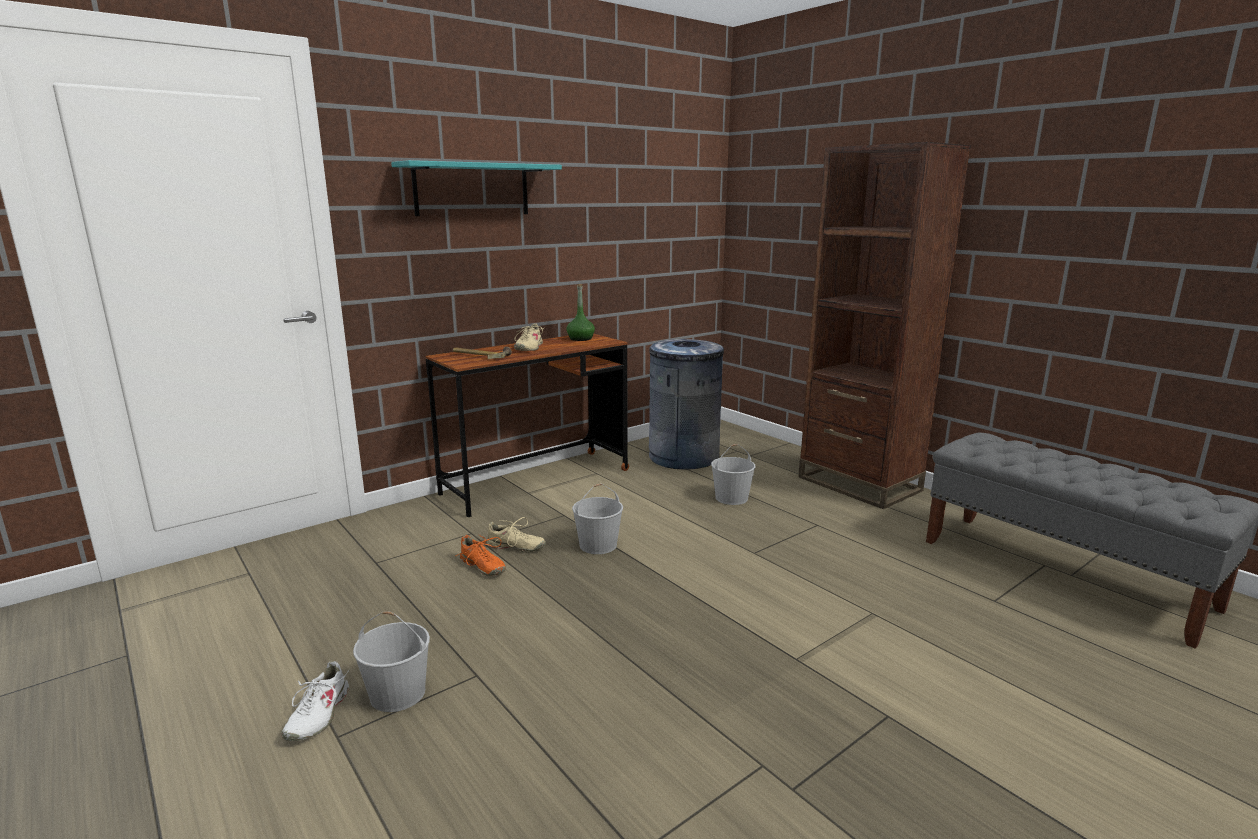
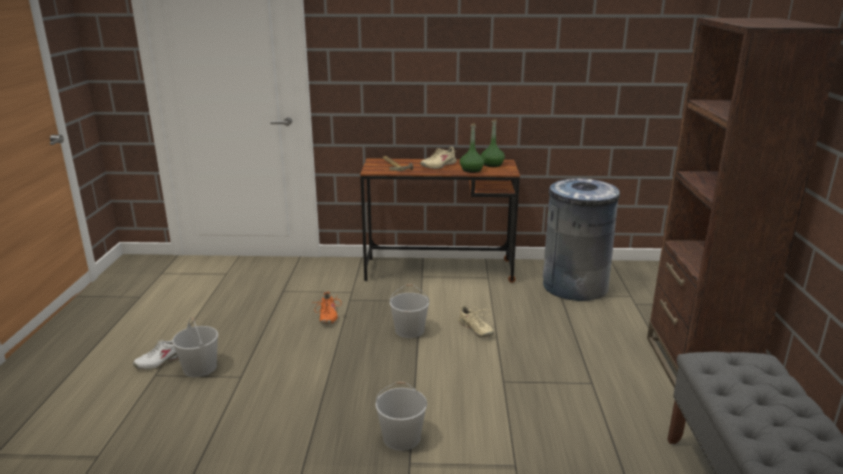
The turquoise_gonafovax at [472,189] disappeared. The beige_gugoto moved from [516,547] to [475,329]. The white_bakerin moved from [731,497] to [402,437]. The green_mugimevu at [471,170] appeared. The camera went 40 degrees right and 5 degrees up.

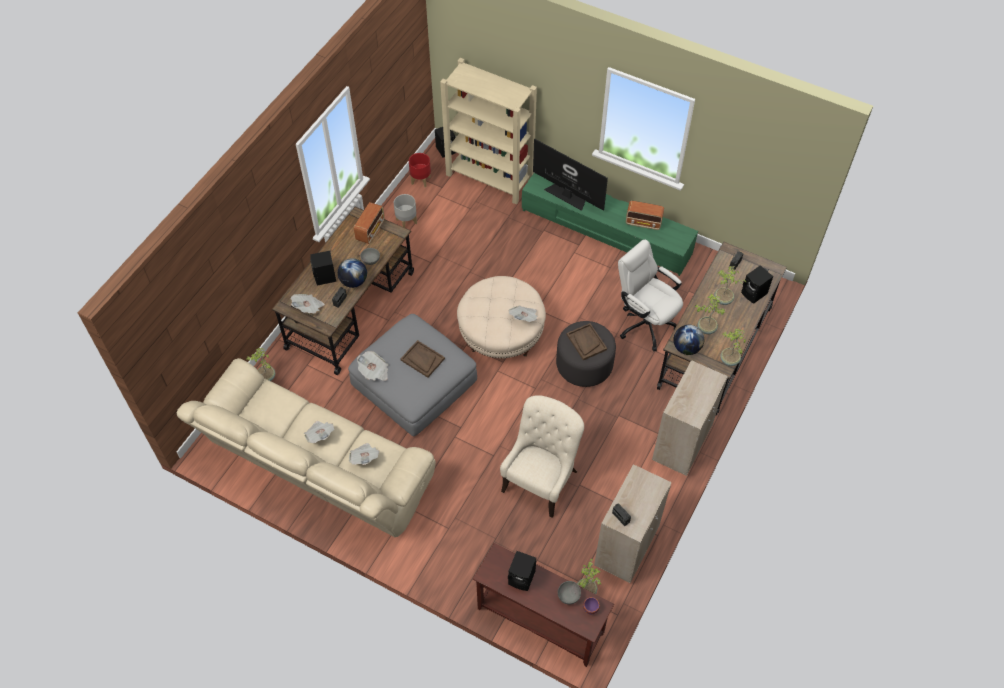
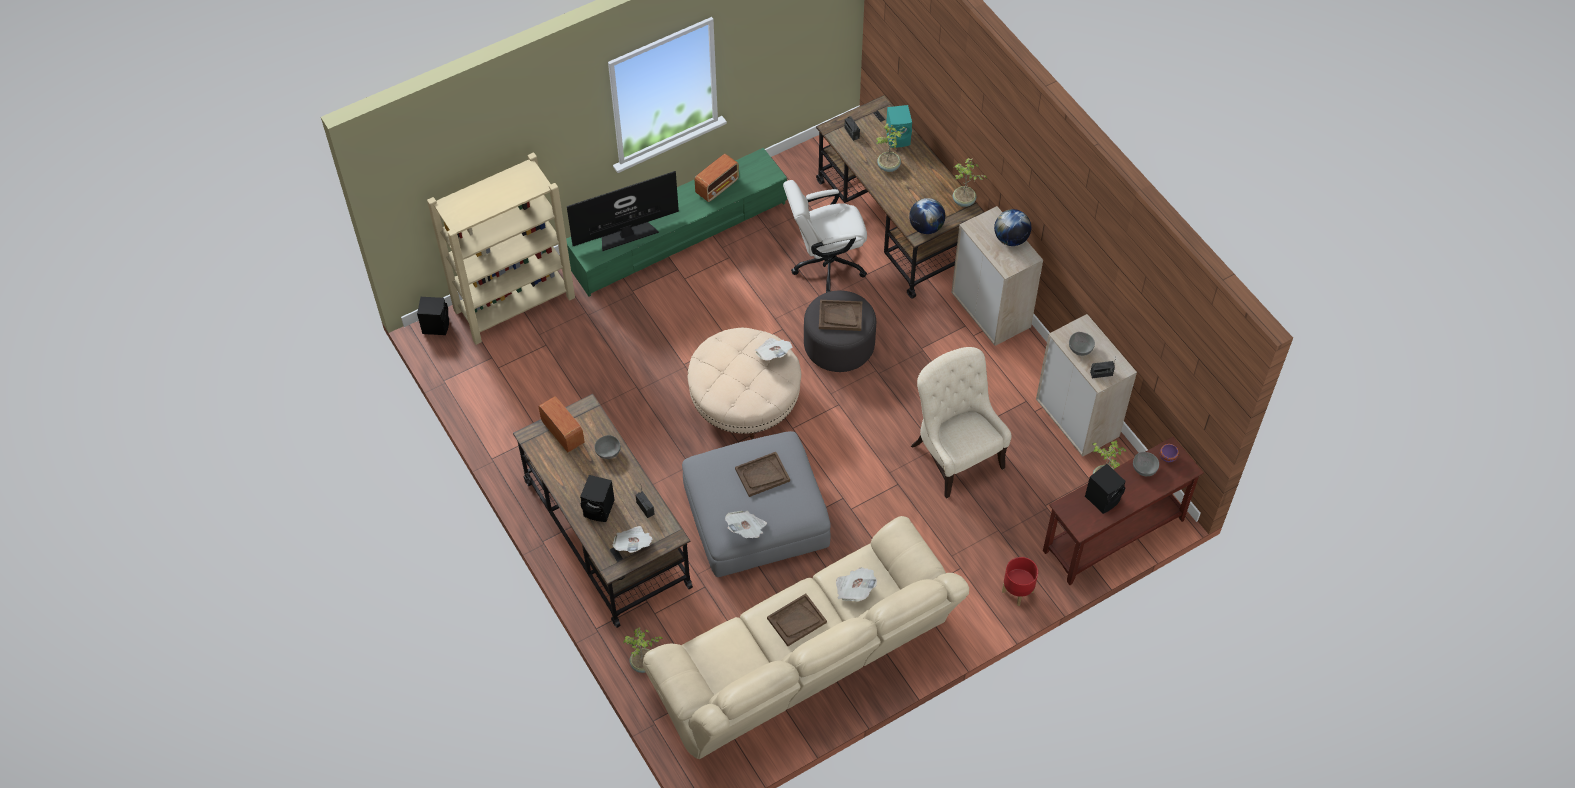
The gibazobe at [320,435] was replaced by the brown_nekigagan at [796,621]. The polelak moved from [354,281] to [1011,239]. The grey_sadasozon at [406,221] disappeared. The red_sadasozon moved from [421,180] to [1017,591]. The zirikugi at [706,328] disappeared. The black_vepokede at [754,294] became the turquoise_vepokede at [899,138]. The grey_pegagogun at [1080,348] appeared. The camera went 60 degrees left and 0 degrees up.

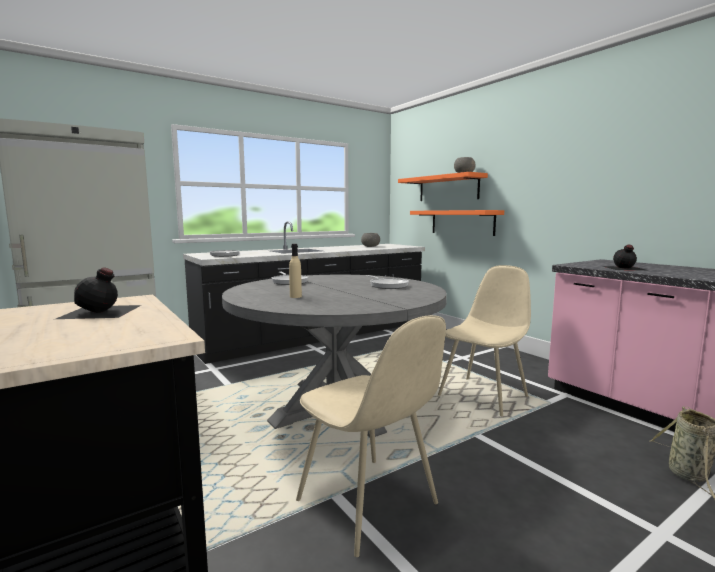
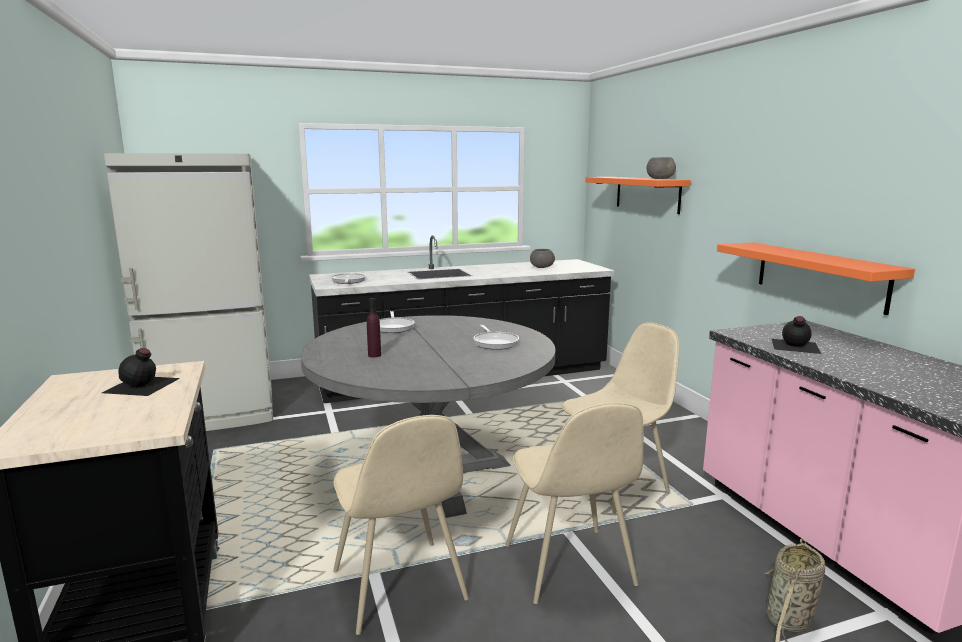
The beige_mugimevu at [295,296] became the purple_mugimevu at [374,355]. The orange_gonafovax moved from [462,222] to [819,275]. The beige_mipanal at [570,567] appeared. The camera went 15 degrees right and 5 degrees up.

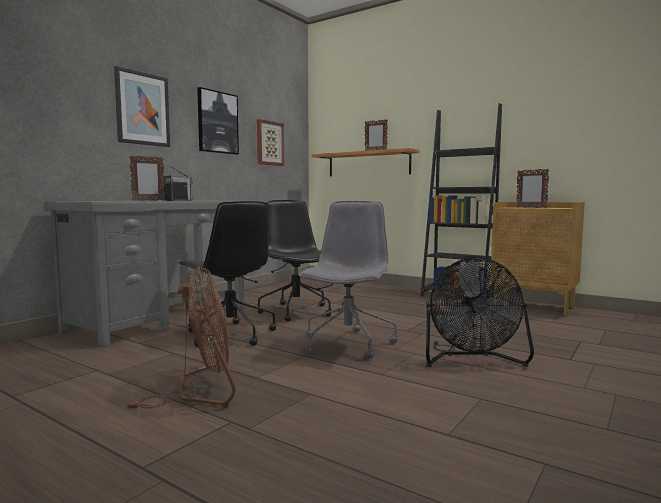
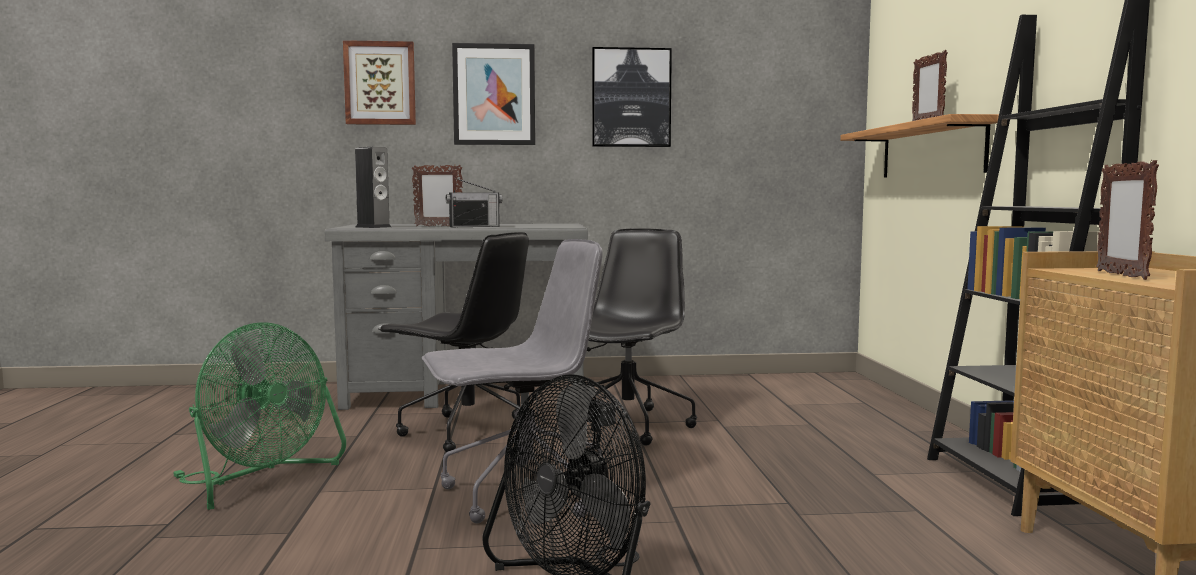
The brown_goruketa at [198,388] became the green_goruketa at [254,481]. The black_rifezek at [228,334] turned 75 degrees counterclockwise. The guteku moved from [269,143] to [380,83]. The vepokede at [373,227] appeared. The camera went 50 degrees right and 0 degrees up.

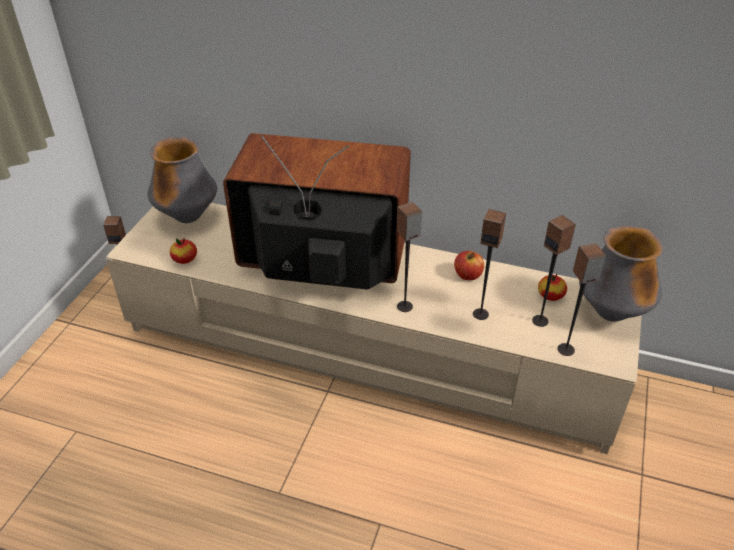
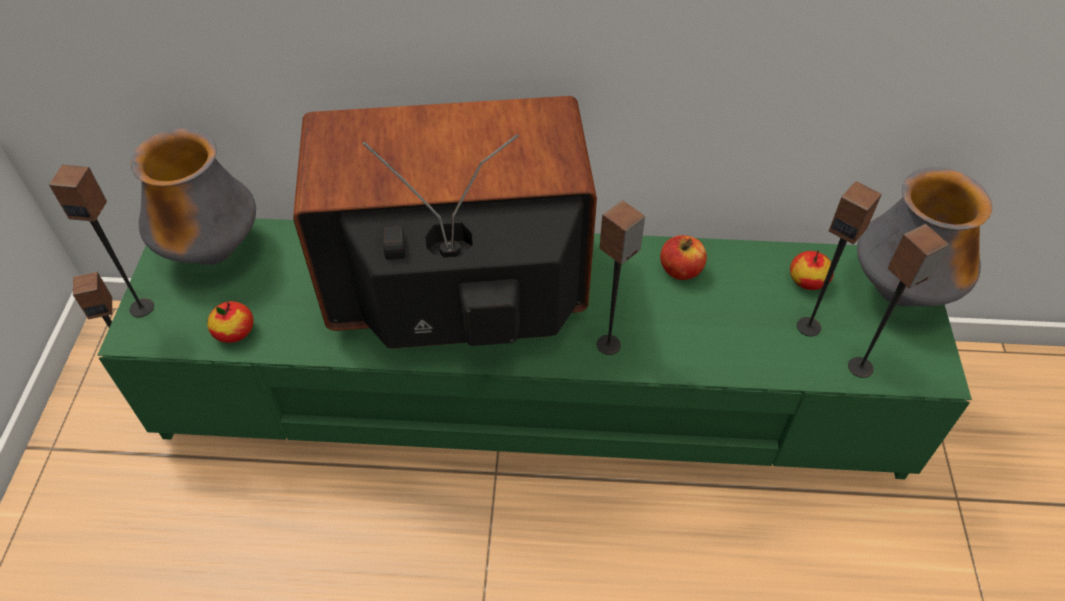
The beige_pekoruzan at [369,351] became the green_pekoruzan at [534,394]. The vepokede moved from [480,314] to [142,307]. The camera went 15 degrees left and 10 degrees up.

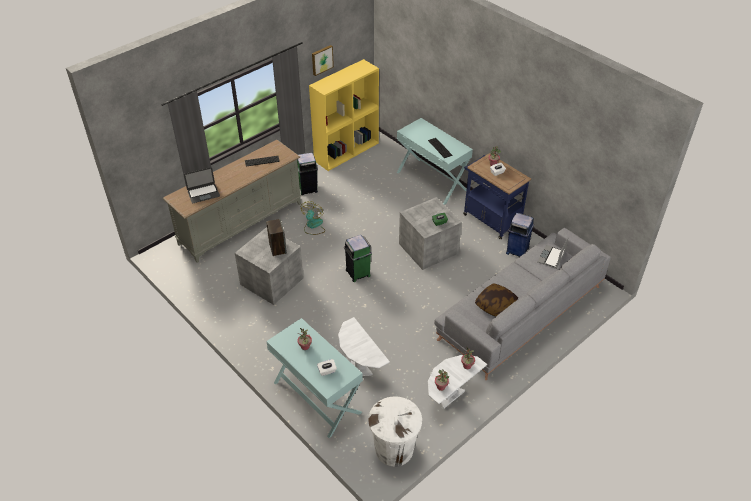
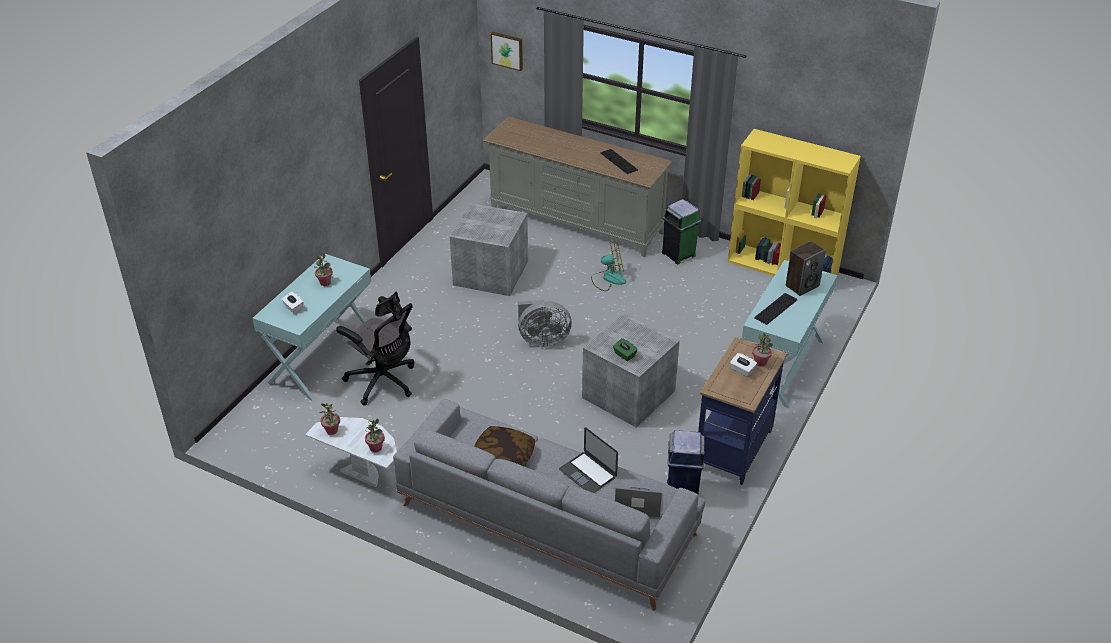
The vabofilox moved from [203,193] to [588,473]. The vepokede moved from [277,248] to [802,285]. The guteku moved from [322,59] to [507,50]. The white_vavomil at [360,367] was replaced by the rifezek at [382,381]. The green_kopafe at [358,273] was replaced by the grey_goruketa at [542,339]. The white_kopafe at [394,449] disappeared. The camera went 70 degrees right and 5 degrees down.

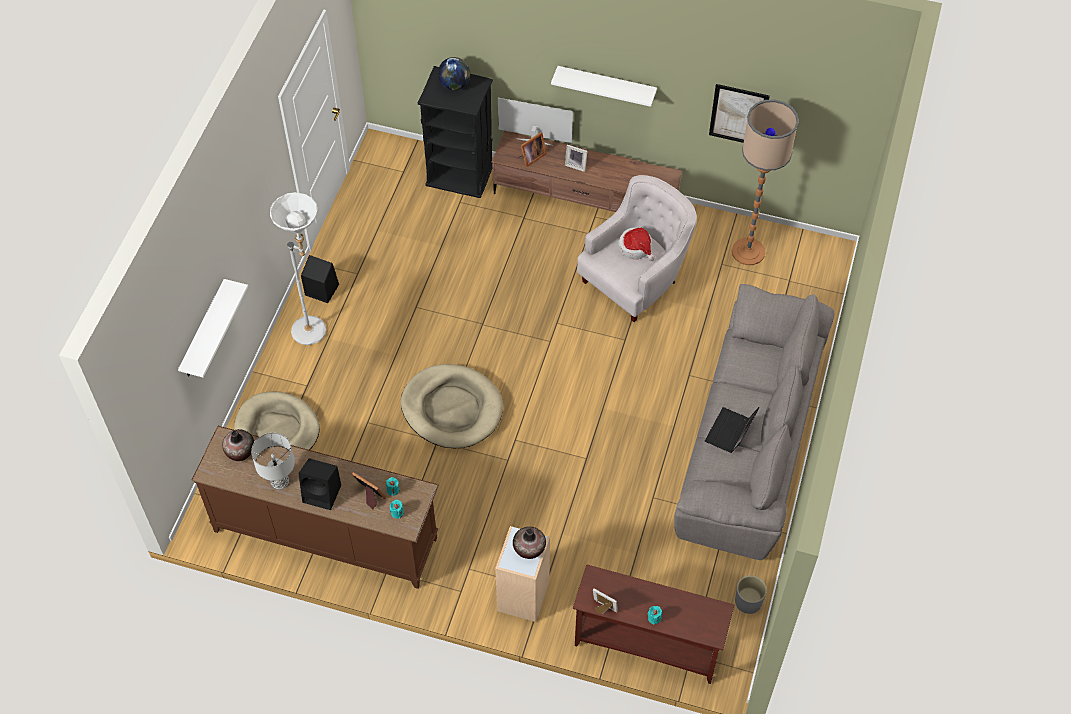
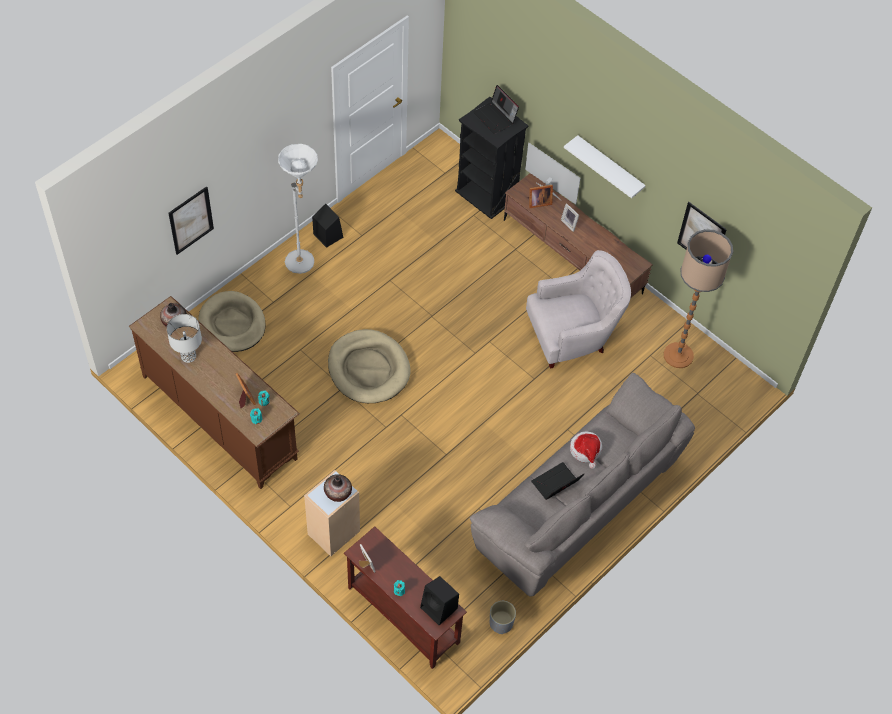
The white_gonafovax at [203,331] was replaced by the guteku at [191,220]. The black_vepokede moved from [323,493] to [439,608]. The polelak at [454,85] was replaced by the vabofilox at [495,117]. The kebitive moved from [636,247] to [586,450]. The camera went 25 degrees right and 0 degrees up.

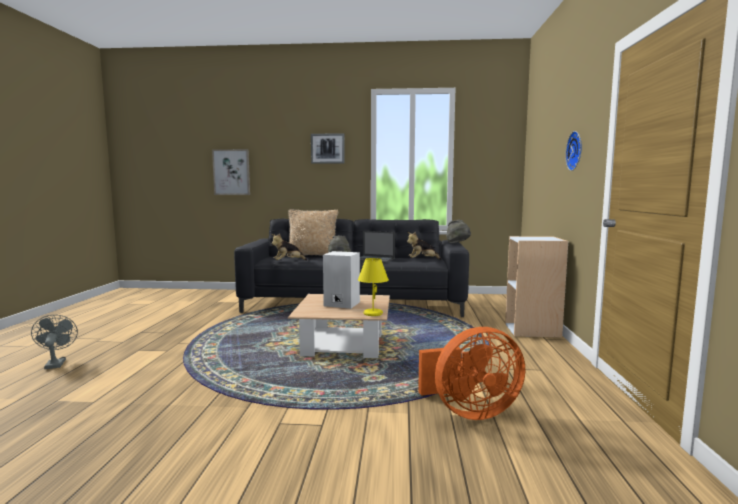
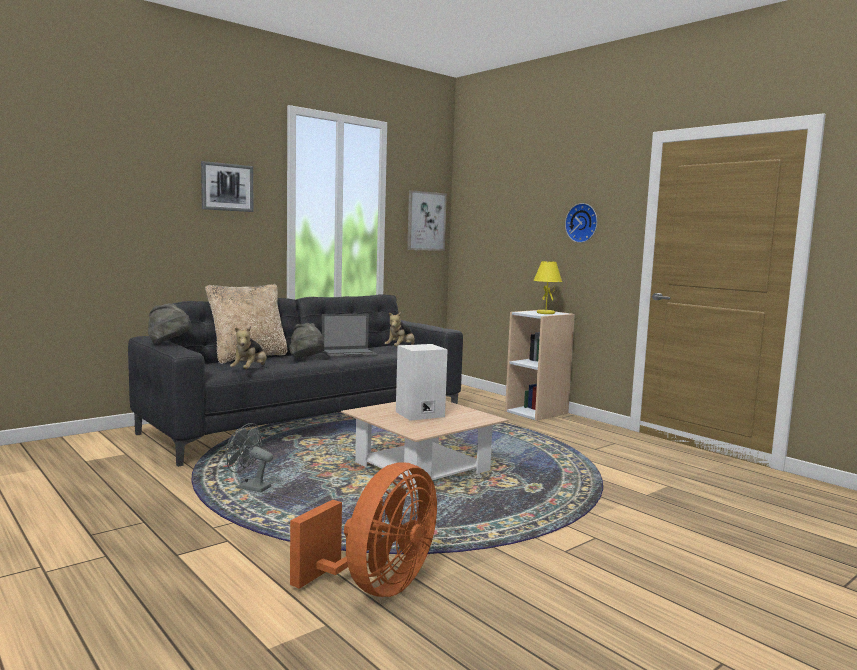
The grey_goruketa moved from [56,363] to [249,487]. The guteku moved from [231,172] to [426,221]. The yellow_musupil moved from [372,313] to [545,313]. The orange_goruketa moved from [469,411] to [376,586]. The grey_kebitive moved from [458,244] to [170,344]. The camera went 45 degrees left and 0 degrees up.

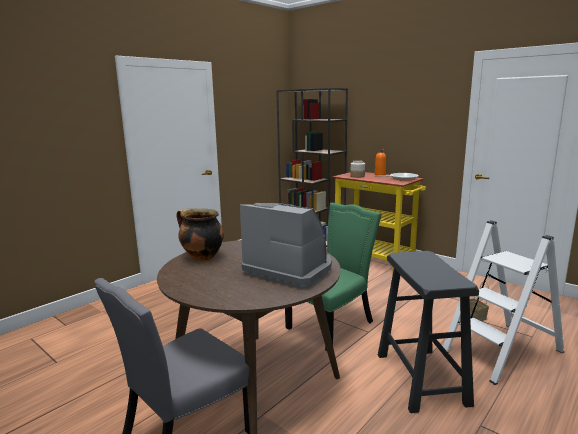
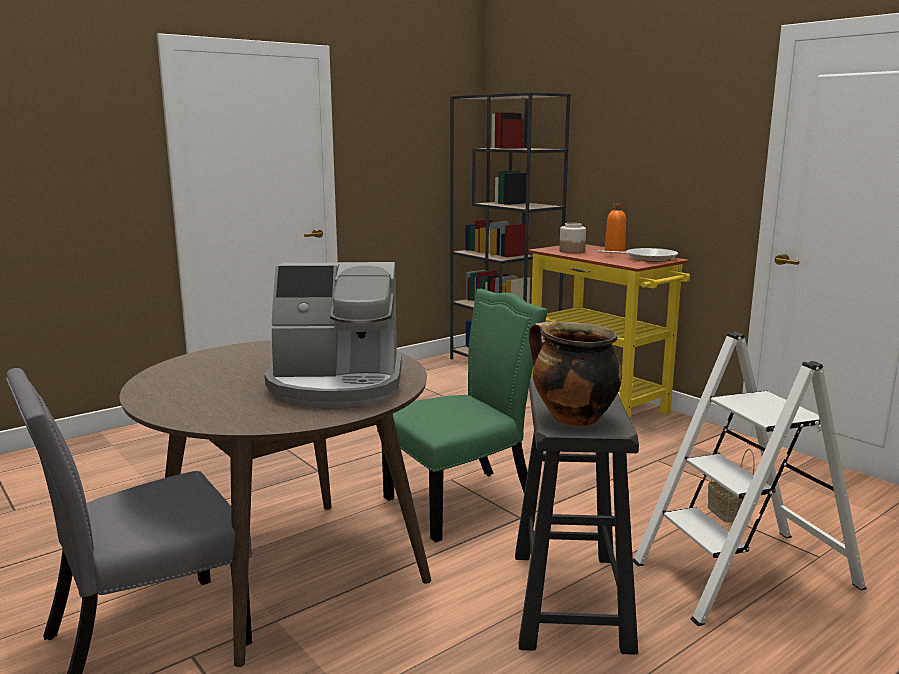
The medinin moved from [201,257] to [572,418]. The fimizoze at [289,269] turned 135 degrees clockwise. The camera went 10 degrees right and 0 degrees up.

